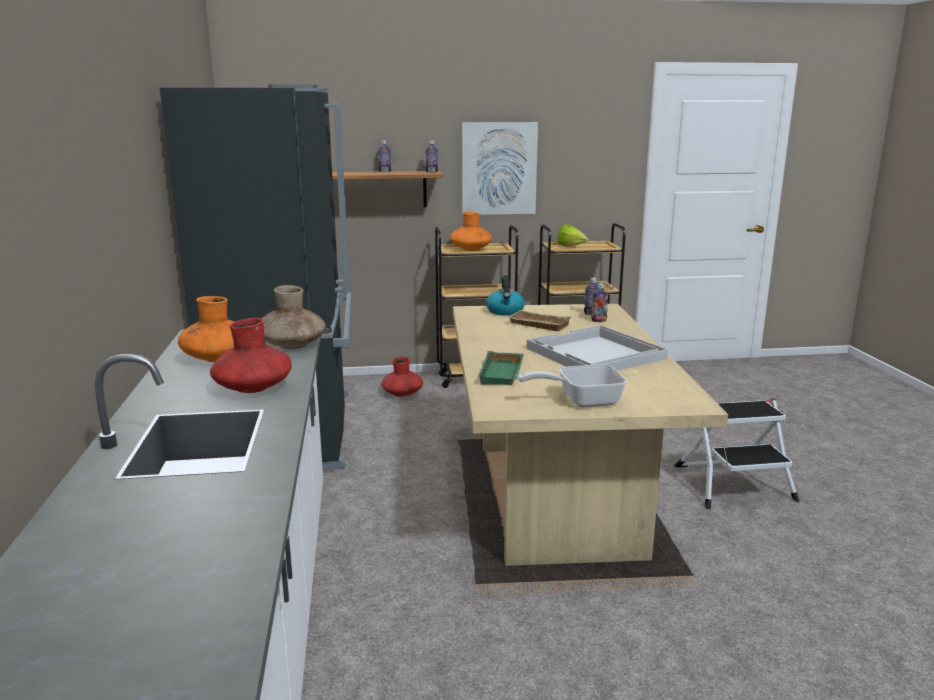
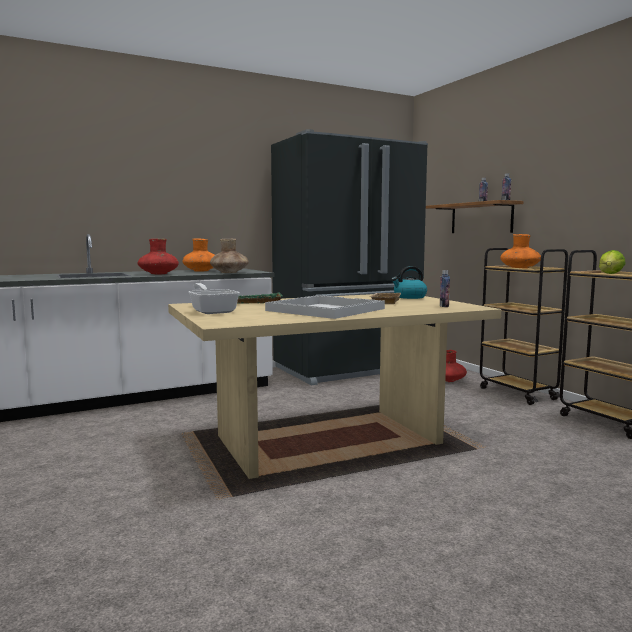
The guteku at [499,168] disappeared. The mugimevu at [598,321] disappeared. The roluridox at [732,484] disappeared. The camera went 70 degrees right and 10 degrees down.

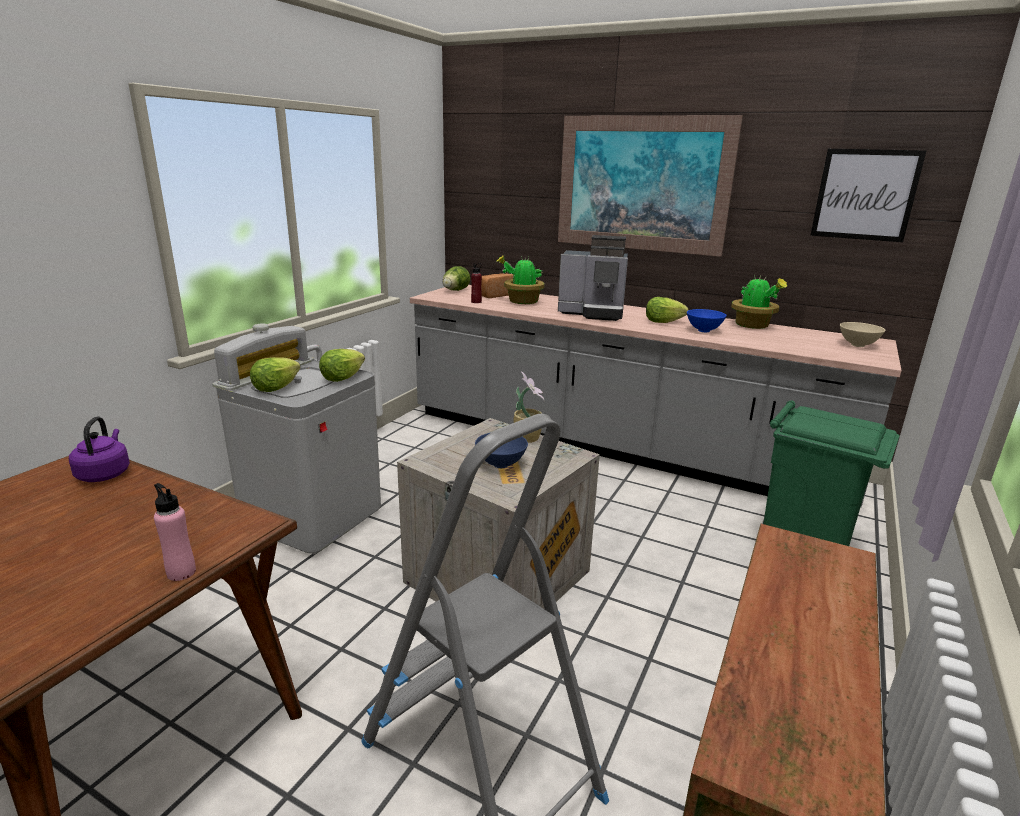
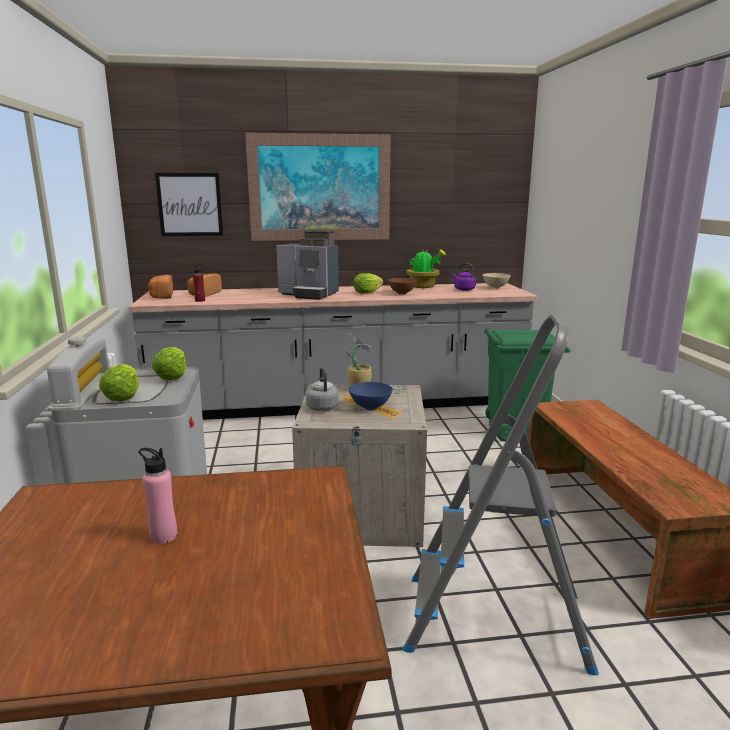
The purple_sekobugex moved from [105,473] to [463,289]. The pink_mugimevu moved from [181,572] to [163,536]. The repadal at [455,291] was replaced by the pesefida at [161,296]. The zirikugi at [522,302] disappeared. The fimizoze at [593,313] turned 45 degrees clockwise. The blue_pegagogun at [703,330] became the brown_pegagogun at [402,293]. The guteku moved from [865,195] to [190,204]. The grey_sekobugex at [322,407] appeared. The camera went 35 degrees left and 5 degrees down.

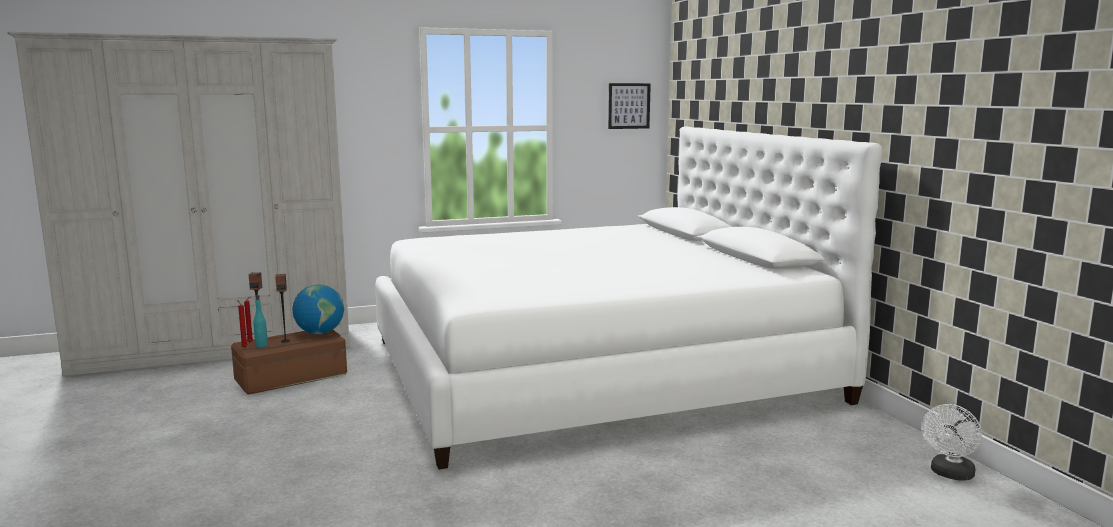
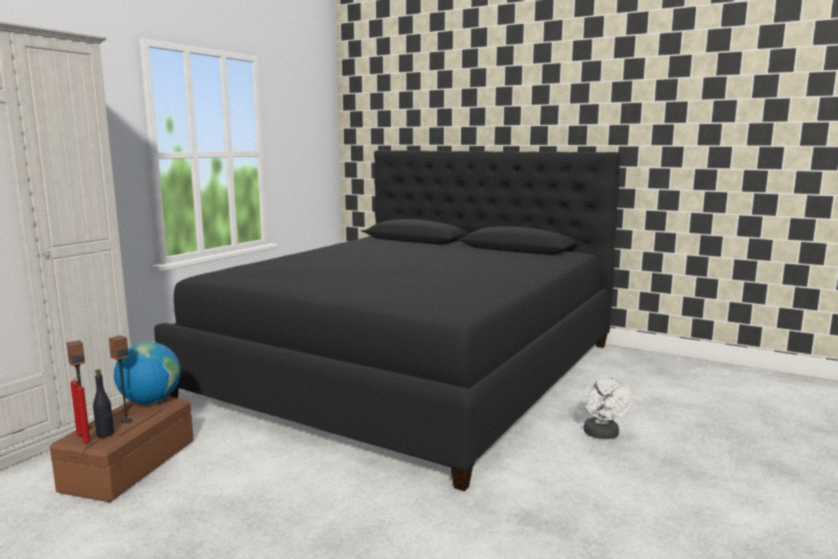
The turquoise_mugimevu at [261,345] became the black_mugimevu at [105,434]. The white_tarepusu at [594,369] became the black_tarepusu at [410,369]. The guteku at [629,106] disappeared. The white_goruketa moved from [950,474] to [602,435]. The camera went 40 degrees left and 0 degrees up.

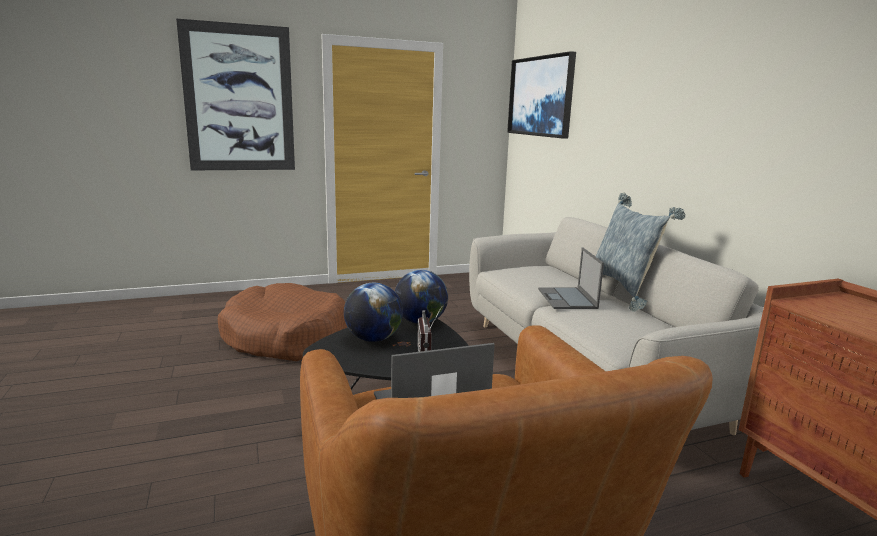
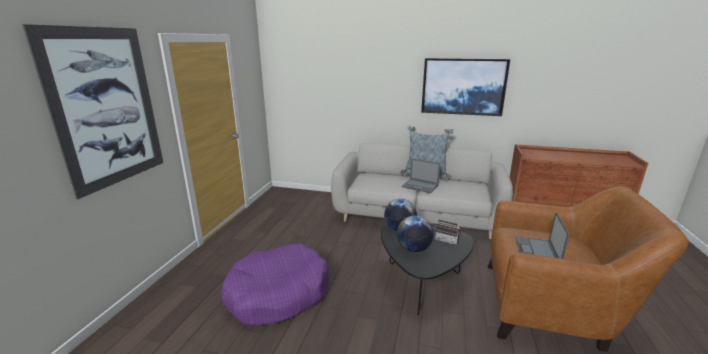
The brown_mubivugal at [285,338] became the purple_mubivugal at [278,294]. The guteku moved from [541,96] to [463,86]. The camera went 55 degrees left and 5 degrees up.

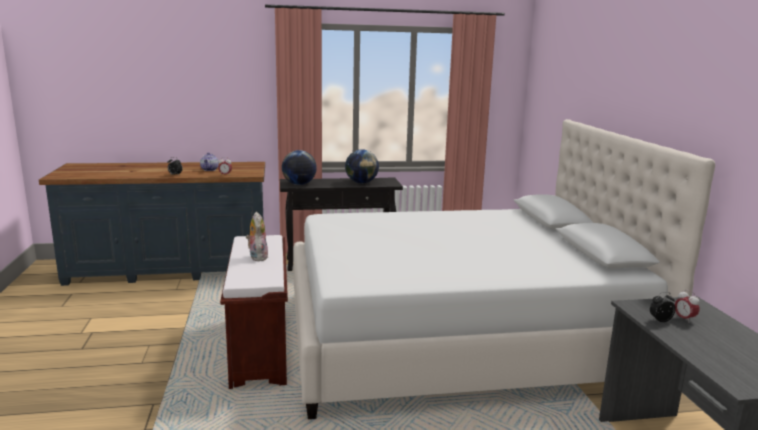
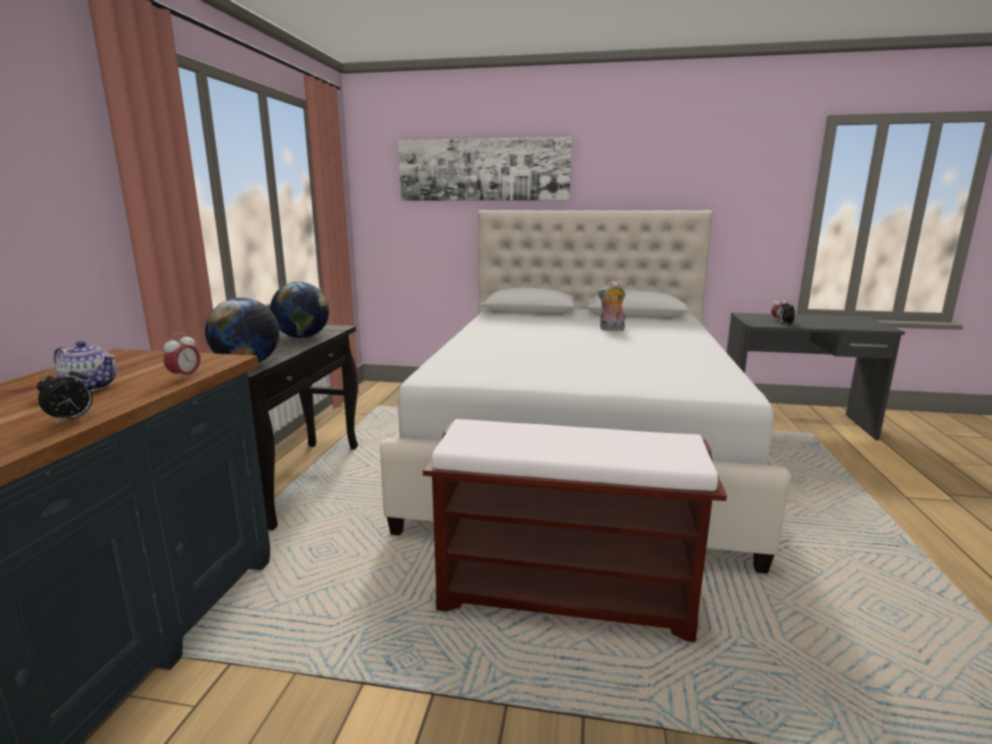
The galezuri moved from [257,257] to [611,329]. The guteku at [483,170] appeared. The camera went 70 degrees left and 0 degrees up.

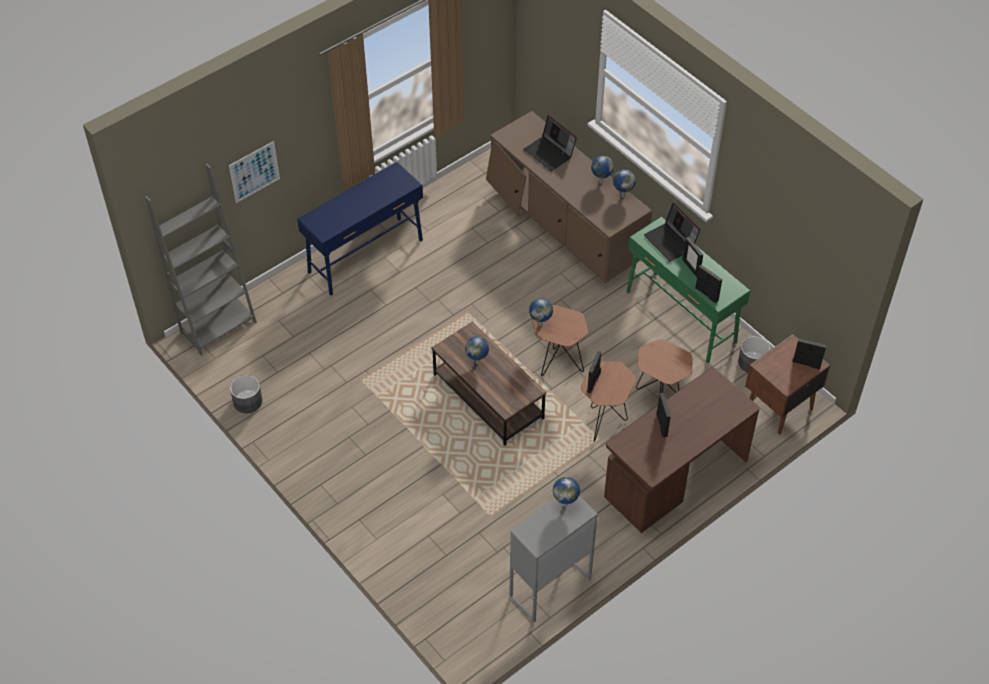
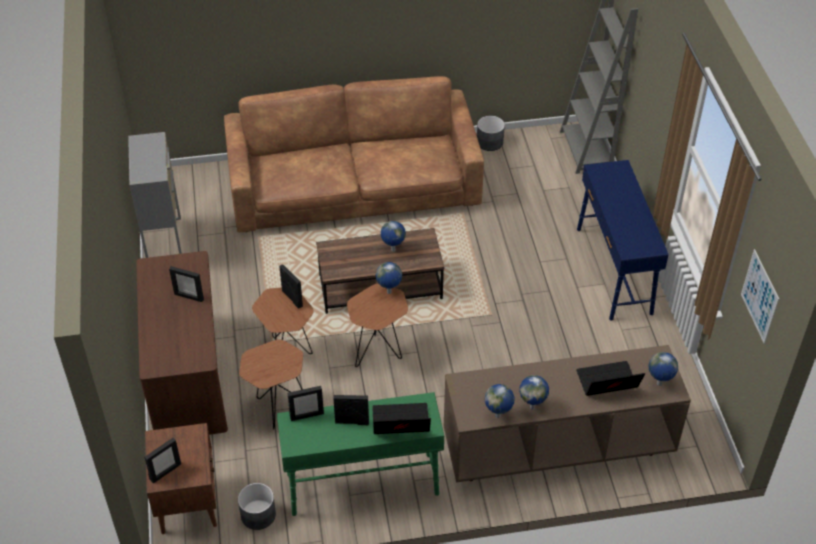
The guteku moved from [254,172] to [759,296]. The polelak moved from [565,504] to [659,384]. The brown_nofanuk at [353,185] appeared. The camera went 120 degrees right and 5 degrees down.

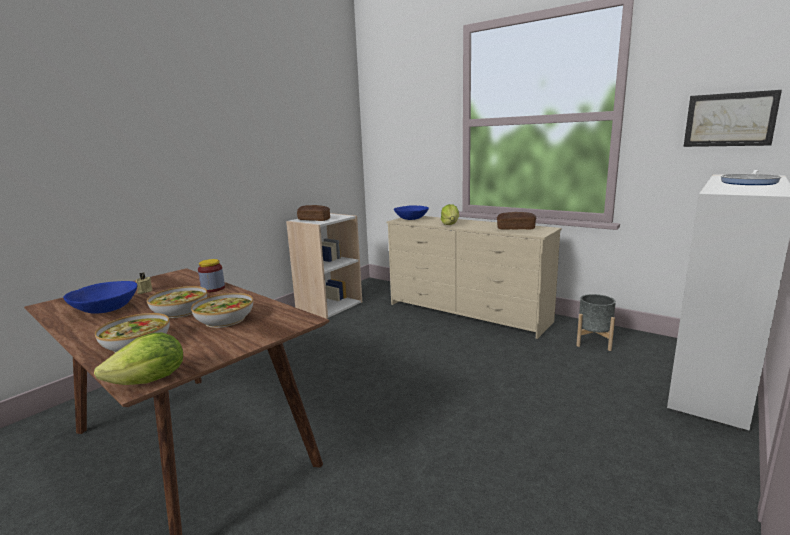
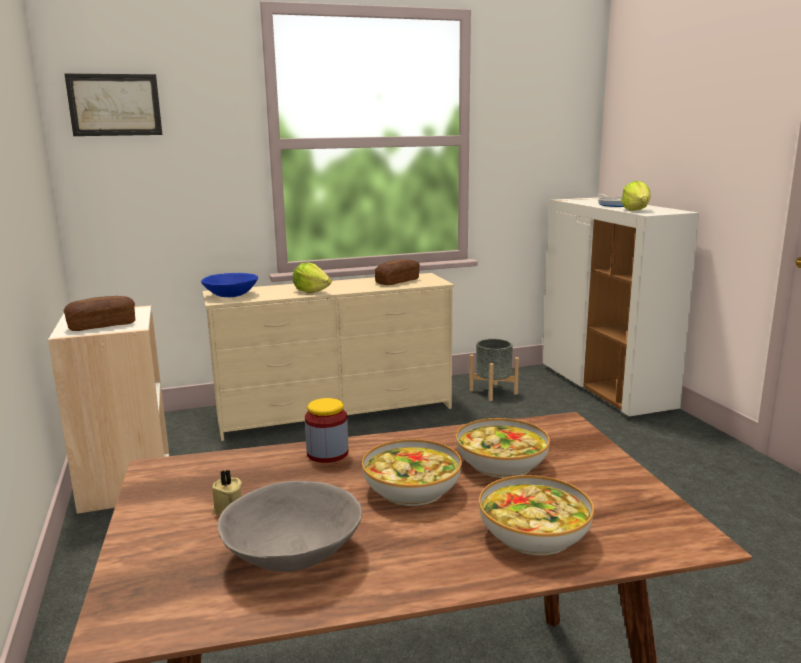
The blue_pegagogun at [105,309] became the grey_pegagogun at [292,555]. The repadal moved from [150,381] to [636,210]. The guteku moved from [729,119] to [115,105]. The camera went 55 degrees left and 0 degrees up.

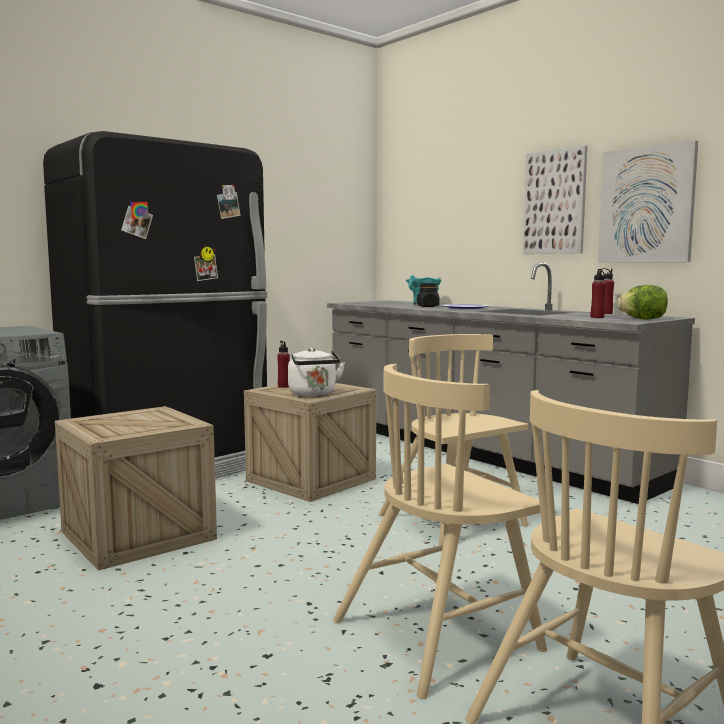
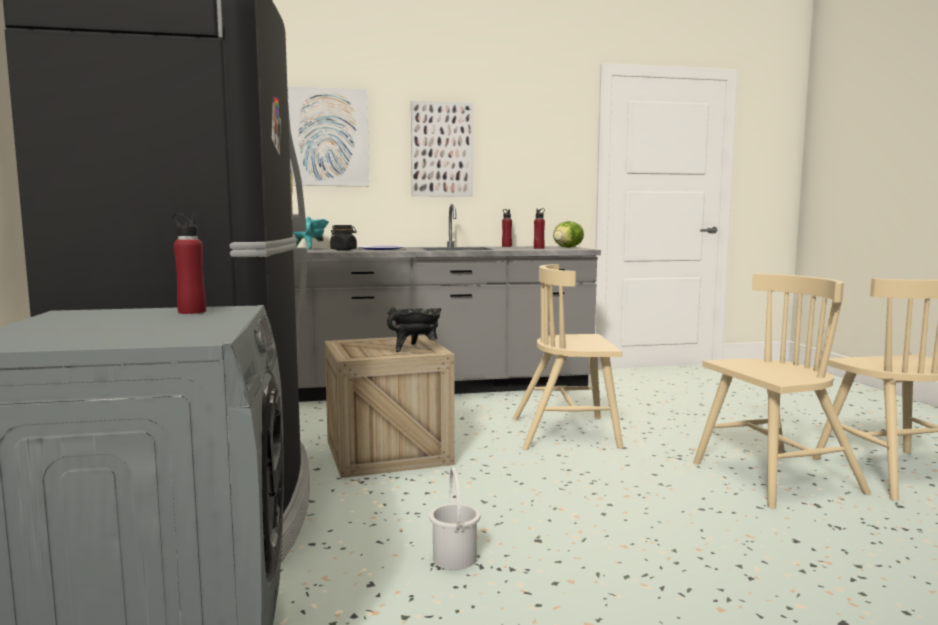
The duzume at [138,535] was replaced by the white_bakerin at [454,559]. The red_mugimevu moved from [284,386] to [192,312]. The white_sekobugex at [313,394] was replaced by the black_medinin at [415,348]. The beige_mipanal at [445,631] turned 105 degrees counterclockwise. The guteku moved from [646,205] to [327,137]. The camera went 60 degrees left and 0 degrees up.

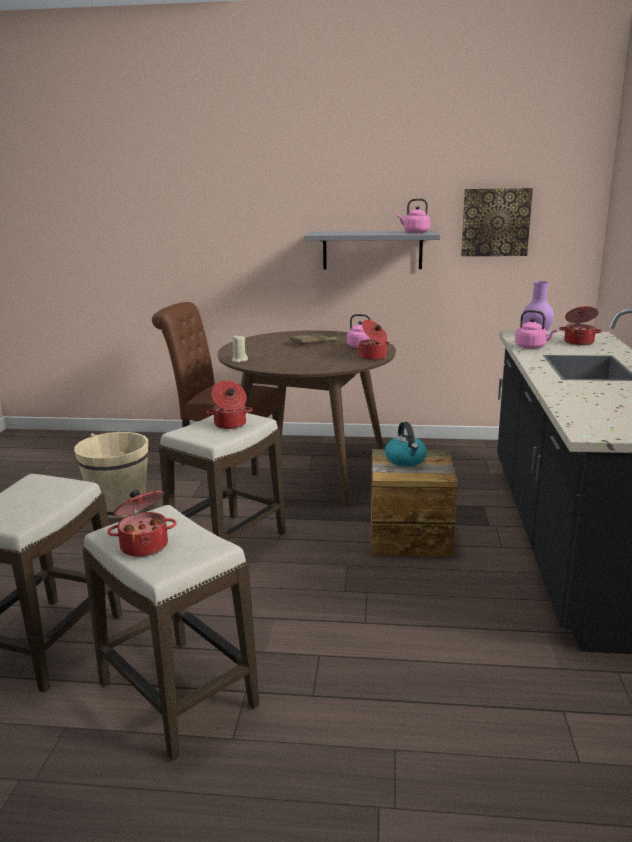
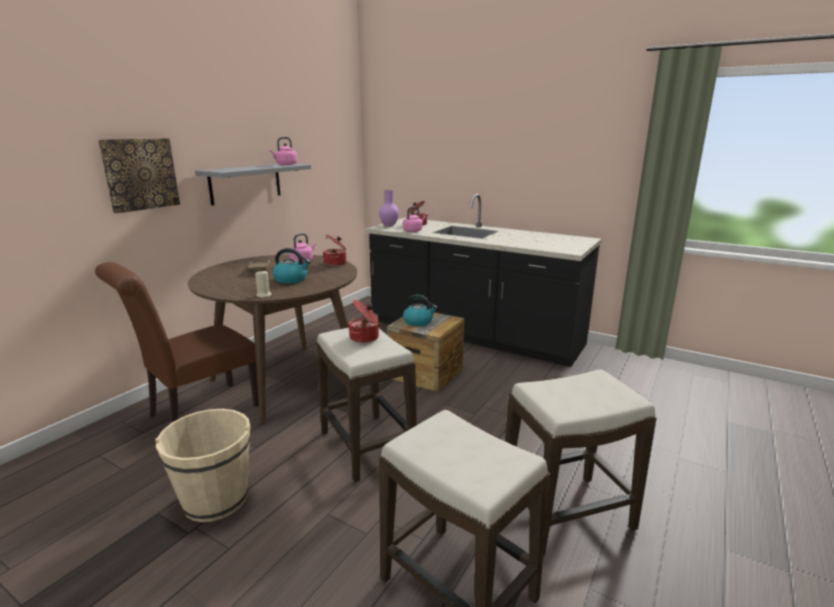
The medinin at [144,545] disappeared. The guteku moved from [495,222] to [140,174]. The sekobugex at [291,279] appeared. The camera went 65 degrees left and 0 degrees up.

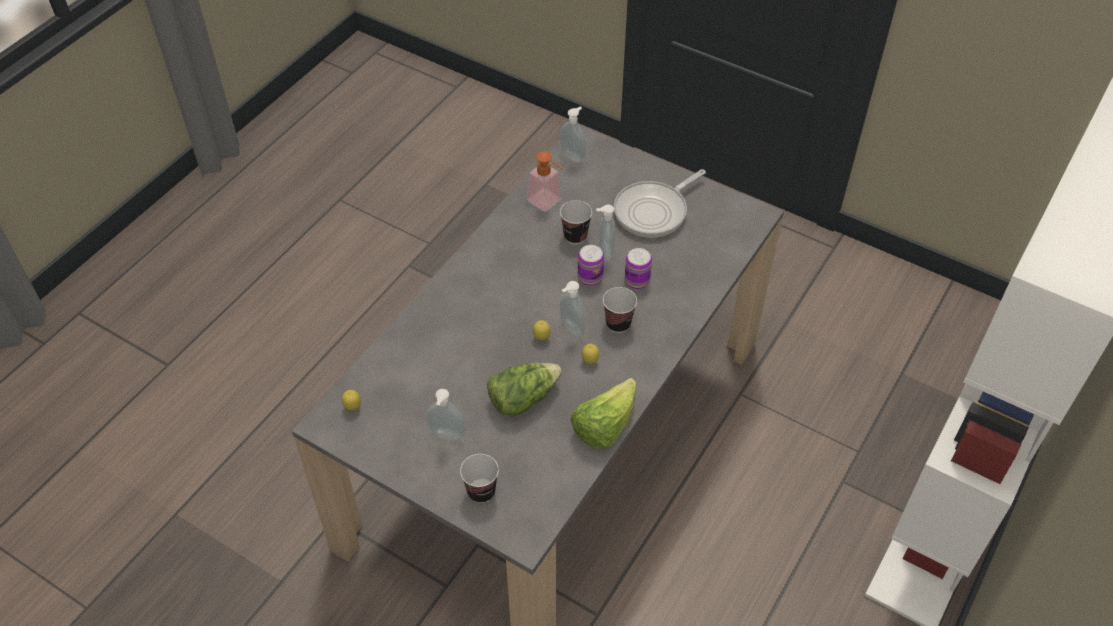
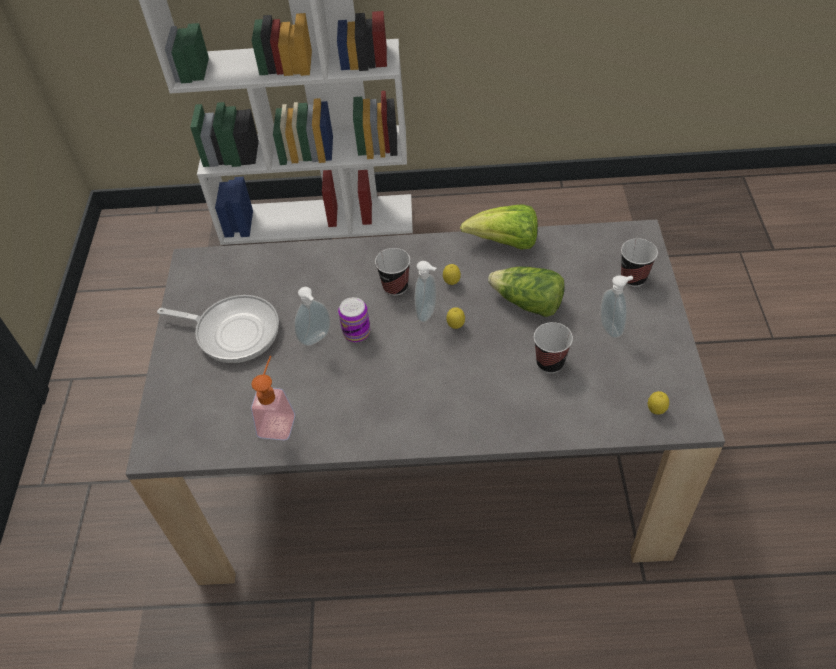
The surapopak at [573,156] disappeared. The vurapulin moved from [575,236] to [550,363]. The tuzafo at [637,280] disappeared. The camera went 120 degrees left and 0 degrees up.

